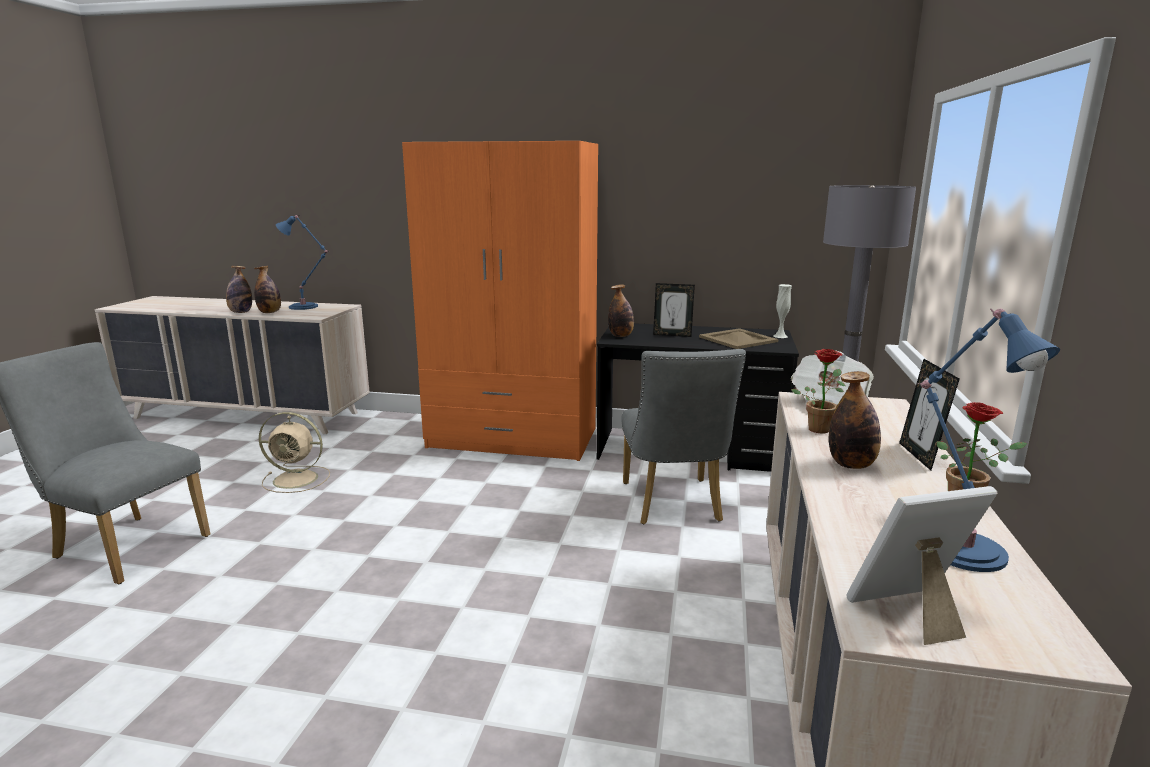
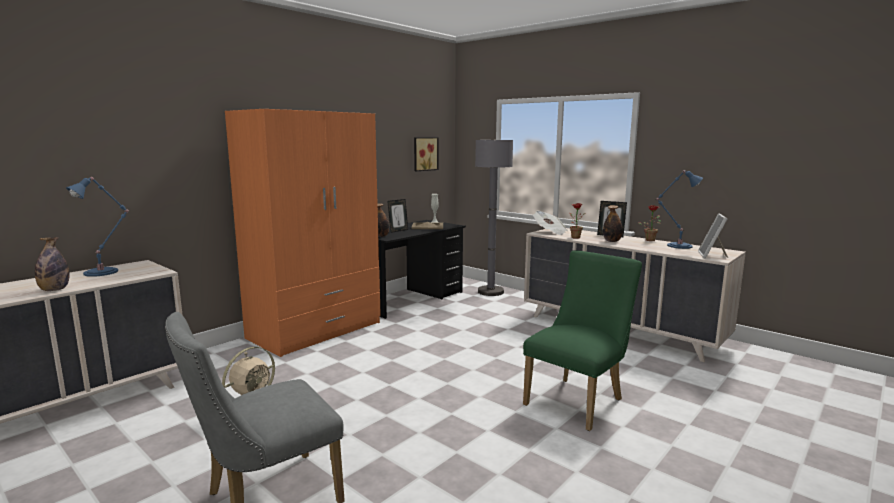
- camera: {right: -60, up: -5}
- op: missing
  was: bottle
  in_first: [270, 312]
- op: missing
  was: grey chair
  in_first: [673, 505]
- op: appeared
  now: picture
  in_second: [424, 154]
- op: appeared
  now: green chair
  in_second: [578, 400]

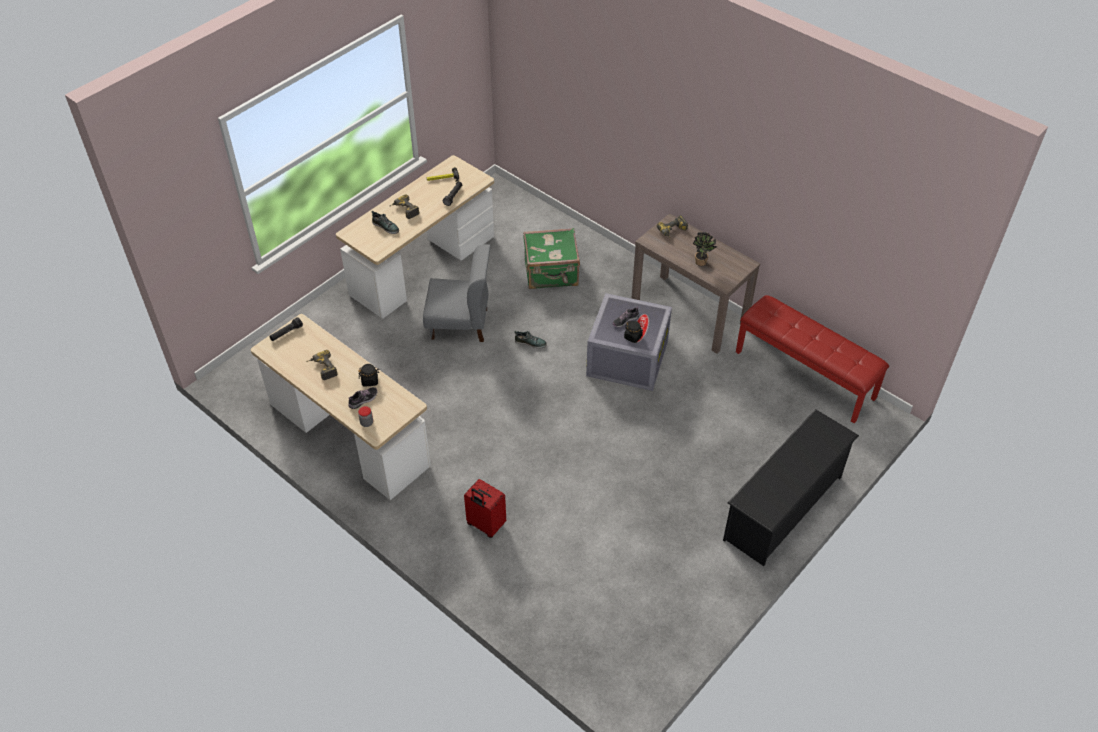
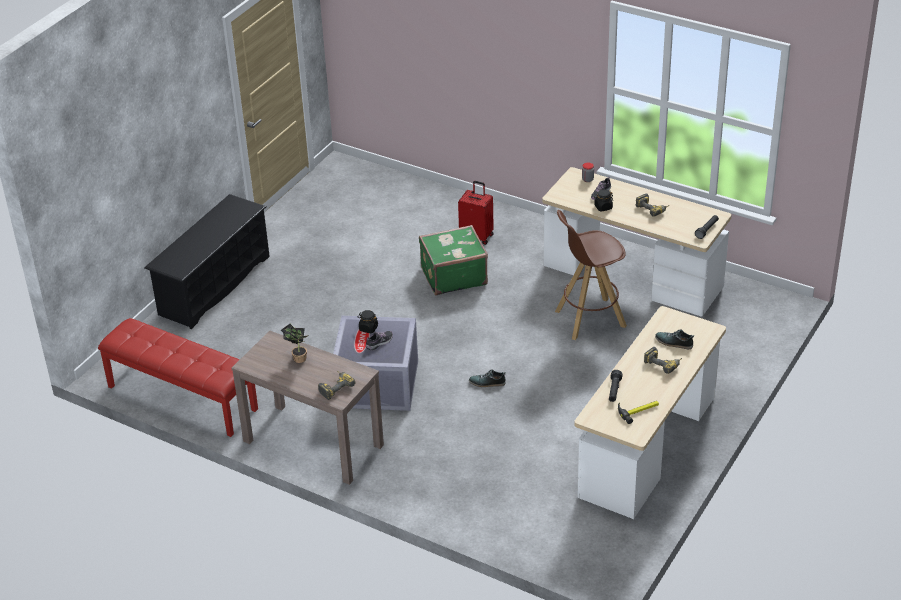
- camera: {right: 170, up: -10}
- op: missing
  was: grey chair
  in_first: [460, 324]
- op: relocated
  was: green suitcase
  in_first: [551, 273]
  in_second: [453, 276]
- op: appeared
  now: brown stool
  in_second: [589, 319]

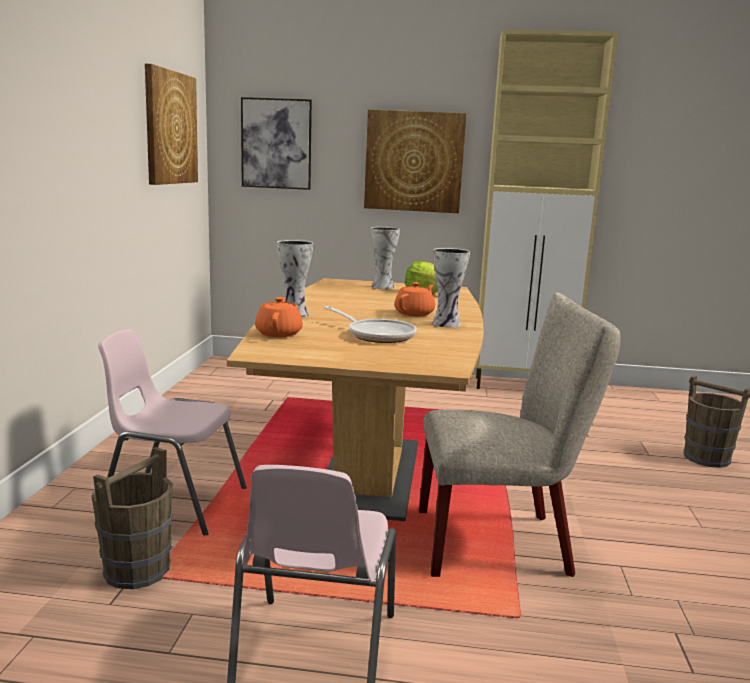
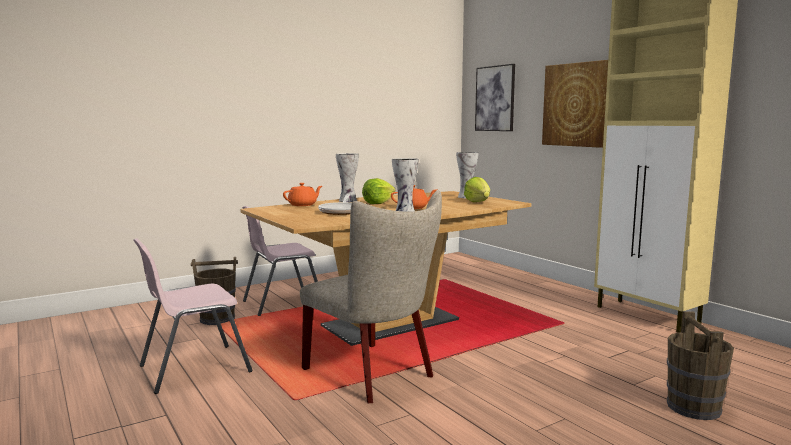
- camera: {right: 50, up: -5}
- op: spun
  was: pink chair
  in_first: [172, 503]
  in_second: [281, 303]
  clockwise: -90
- op: missing
  was: picture
  in_first: [170, 128]
- op: appeared
  now: lettuce
  in_second: [378, 203]

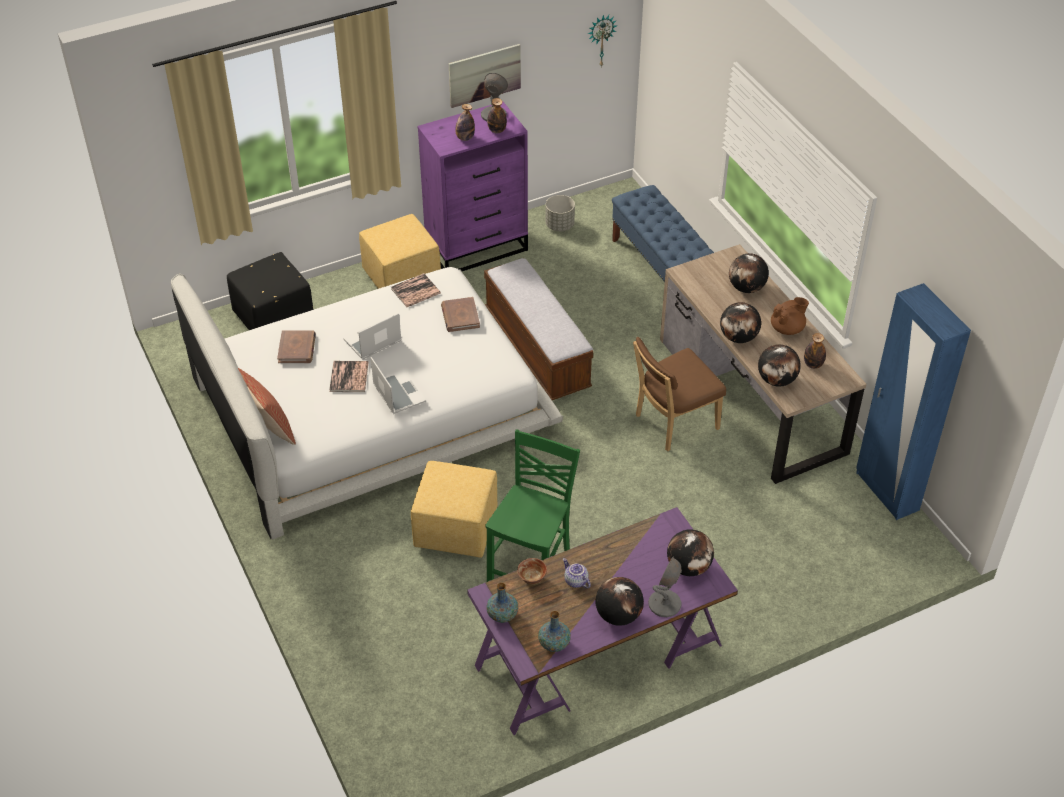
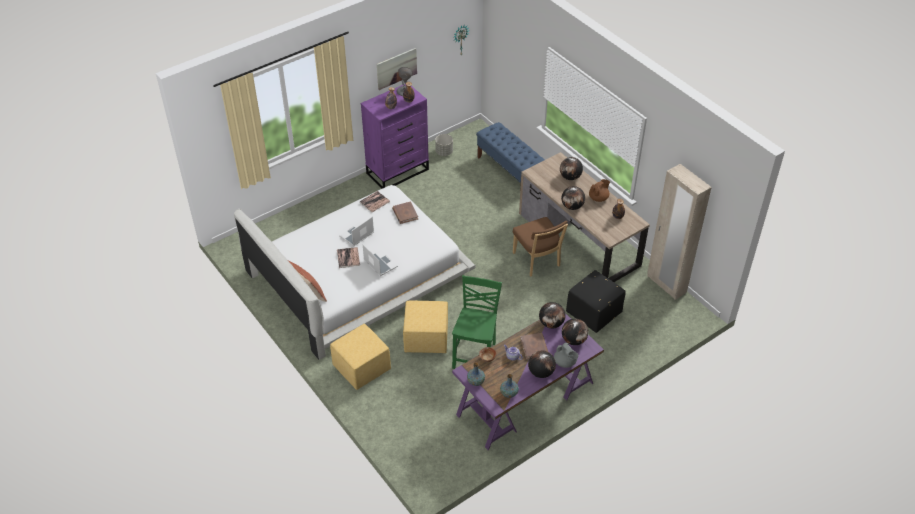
- camera: {right: -10, up: 0}
- op: relocated
  was: black ottoman
  in_first: [274, 318]
  in_second: [594, 313]
- op: relocated
  was: brown book
  in_first: [297, 349]
  in_second: [534, 347]
- op: relocated
  was: yellow ottoman
  in_first: [401, 277]
  in_second: [361, 368]
- op: missing
  was: bench
  in_first: [537, 349]
- op: spun
  was: brown chair
  in_first: [673, 423]
  in_second: [537, 261]
  clockwise: -75
- op: exchanged
  was: grey table lamp
  now: grey teapot
  in_first: [664, 604]
  in_second: [565, 362]
- op: relocated
  was: globe
  in_first: [777, 380]
  in_second: [551, 324]
- op: colour
  was: blue wardrobe
  now: beige wardrobe
  in_first: [886, 491]
  in_second: [666, 284]

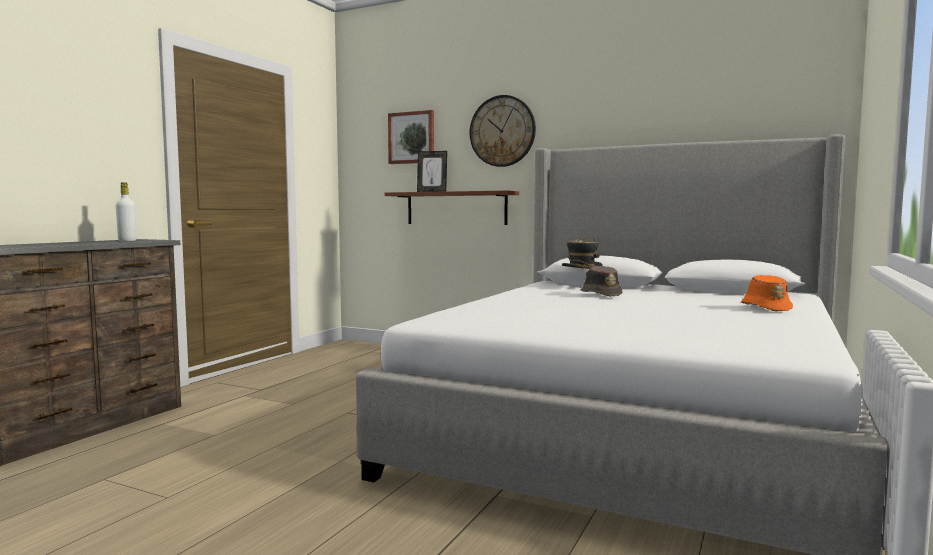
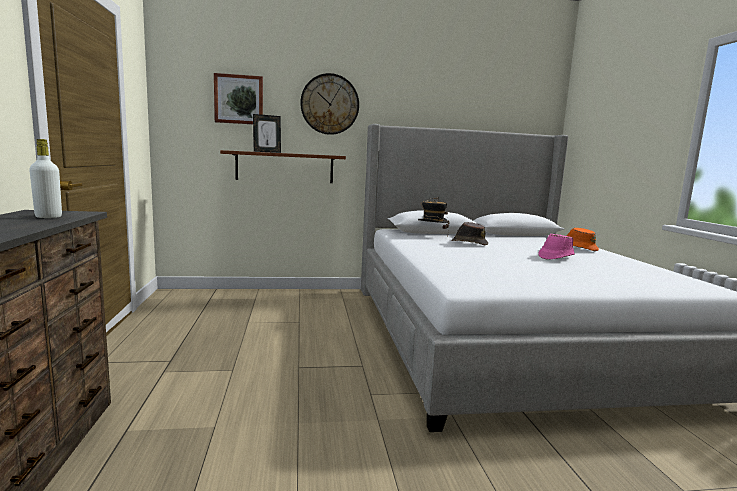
- camera: {right: -35, up: 5}
- op: appeared
  now: pink hat
  in_second: [555, 257]

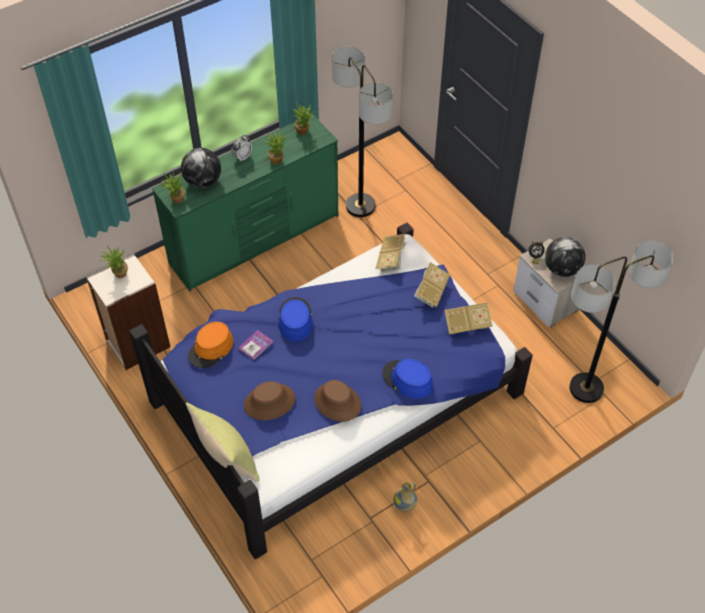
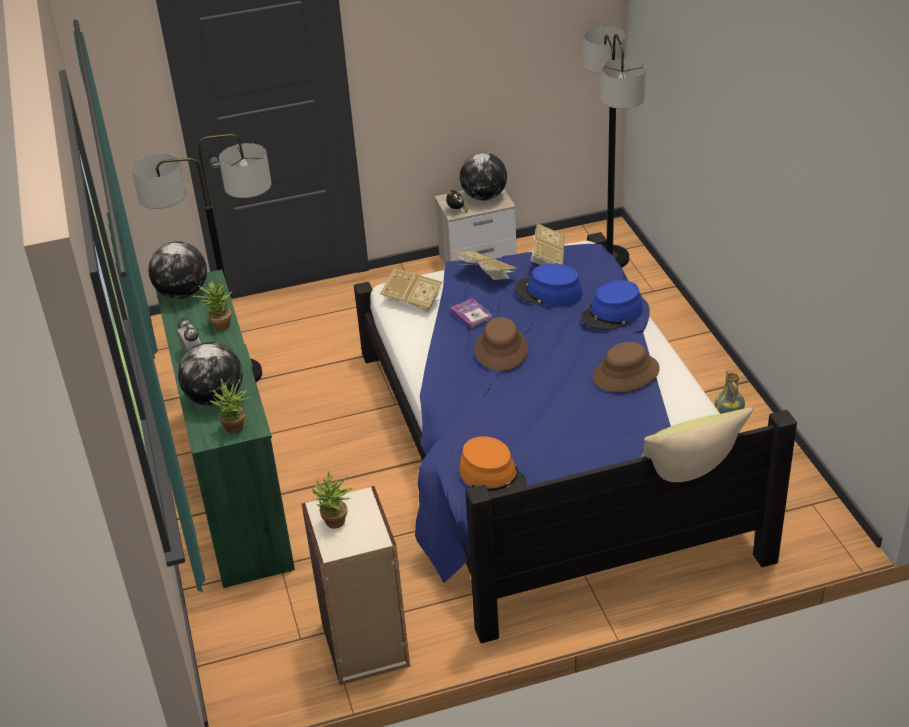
- camera: {right: -70, up: -15}
- op: relocated
  was: book
  in_first: [255, 345]
  in_second: [471, 314]
- op: relocated
  was: brown hat
  in_first: [269, 402]
  in_second: [501, 349]
- op: relocated
  was: blue hat
  in_first: [295, 320]
  in_second: [548, 292]
- op: exchanged
  was: potted plant
  now: globe
  in_first: [304, 131]
  in_second: [183, 293]

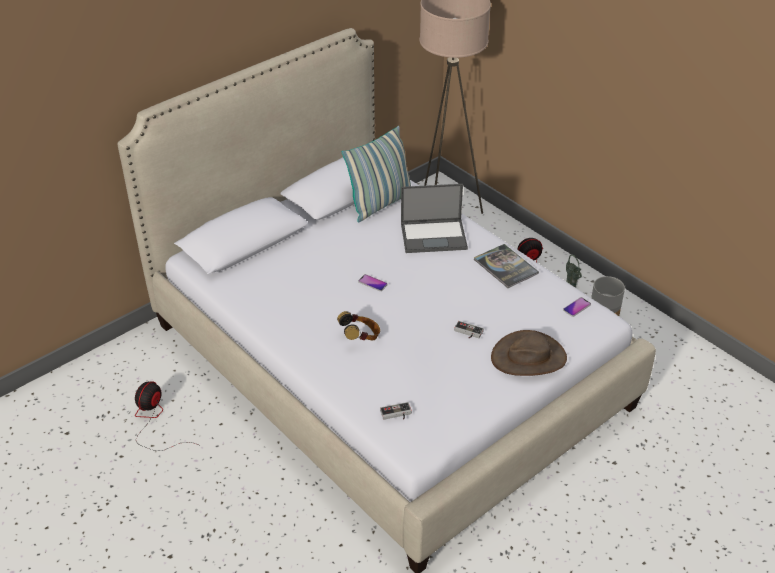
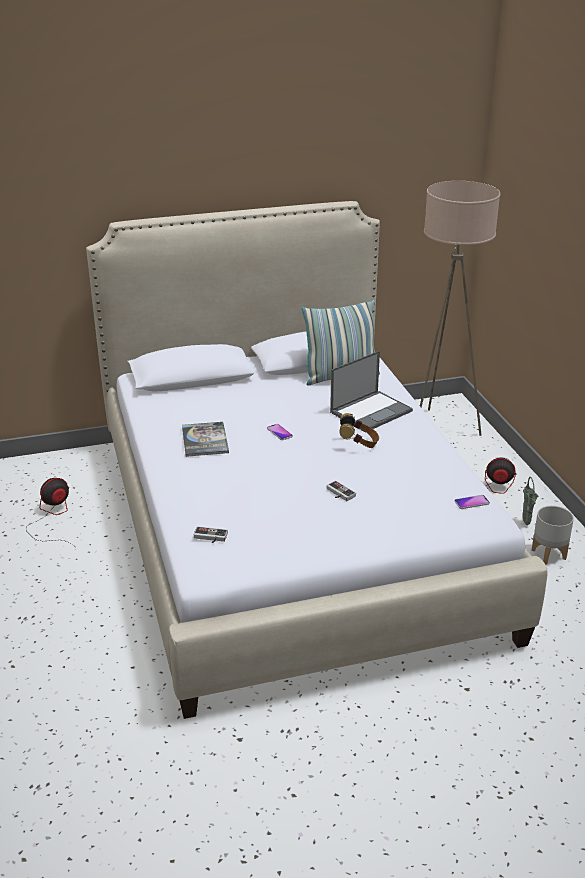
- camera: {right: 25, up: -10}
- op: relocated
  was: headphones
  in_first: [360, 337]
  in_second: [359, 444]
- op: spun
  was: laptop
  in_first: [434, 236]
  in_second: [371, 411]
  clockwise: -60
- op: relocated
  was: book
  in_first: [505, 267]
  in_second: [205, 440]
- op: missing
  was: brown hat
  in_first: [528, 357]

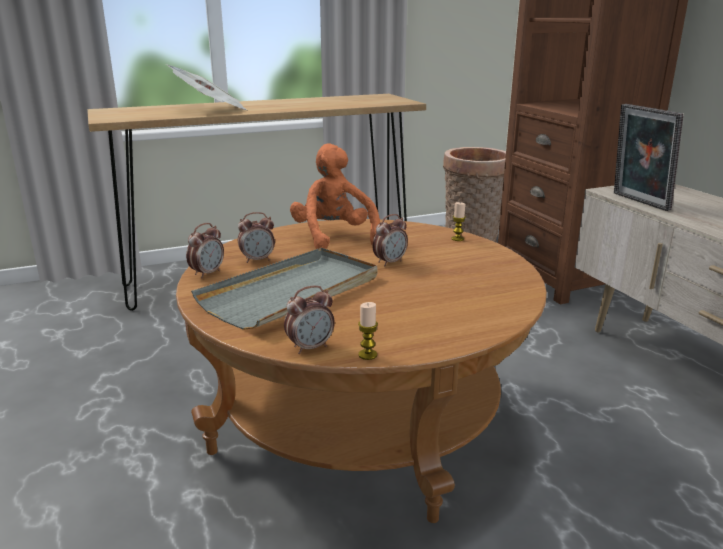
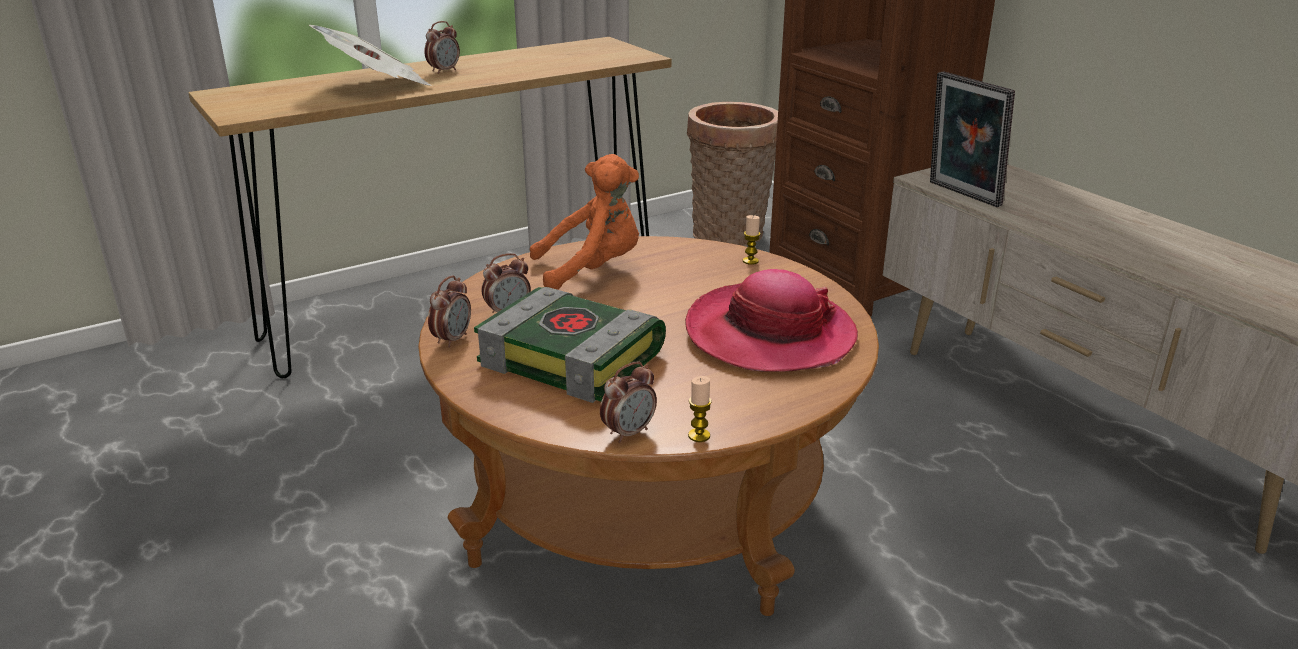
- camera: {right: -10, up: 5}
- op: exchanged
  was: grey tray
  now: book
  in_first: [292, 292]
  in_second: [575, 358]
- op: spun
  was: orange plush toy
  in_first: [334, 237]
  in_second: [592, 270]
  clockwise: 105
- op: relocated
  was: alarm clock
  in_first: [390, 262]
  in_second: [444, 71]
- op: appeared
  now: hat
  in_second: [769, 334]

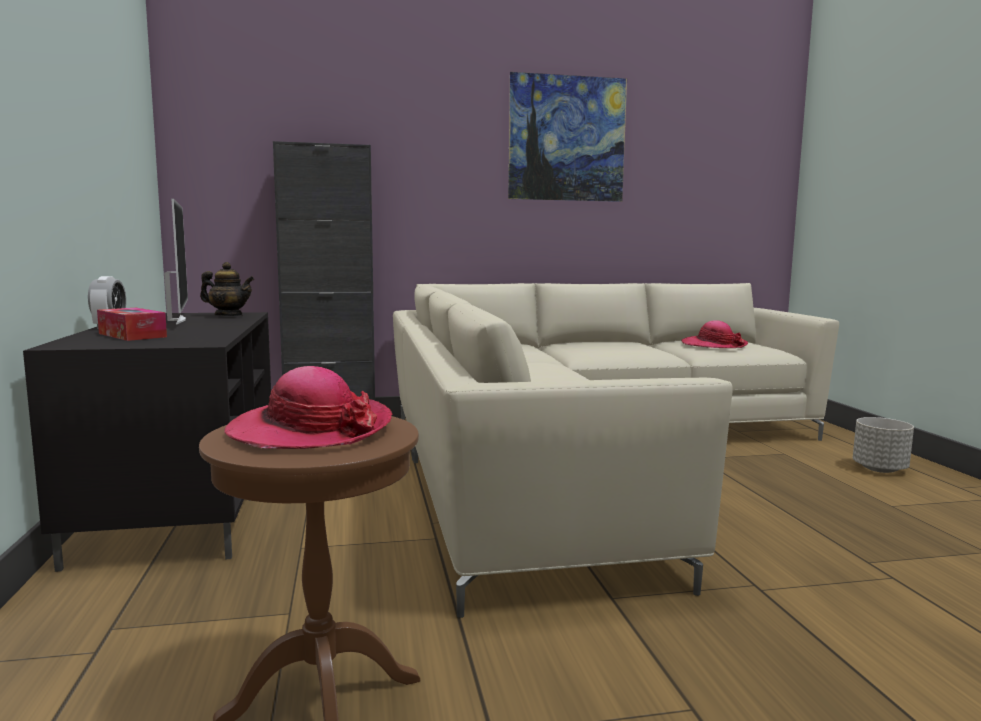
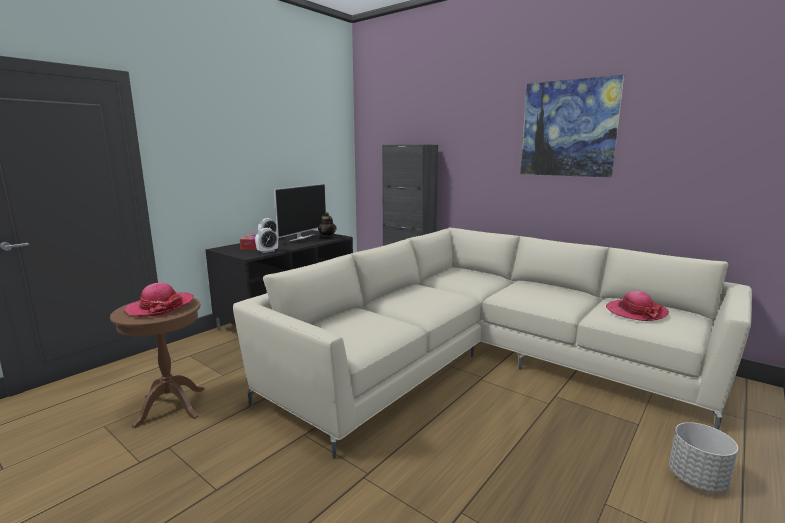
- camera: {right: 50, up: 5}
- op: appeared
  now: alarm clock
  in_second: [267, 251]

